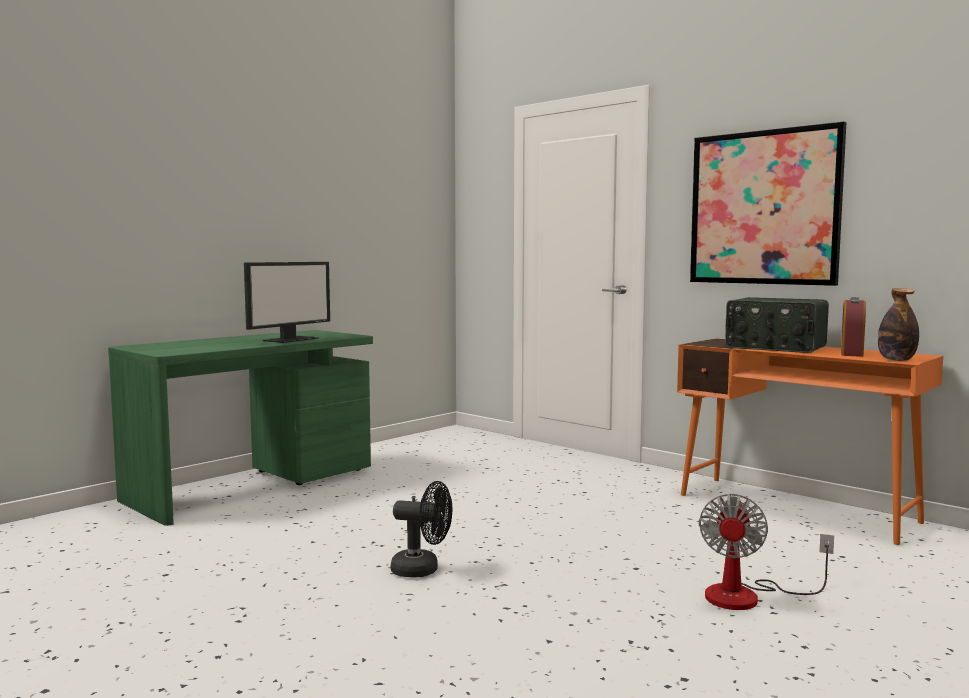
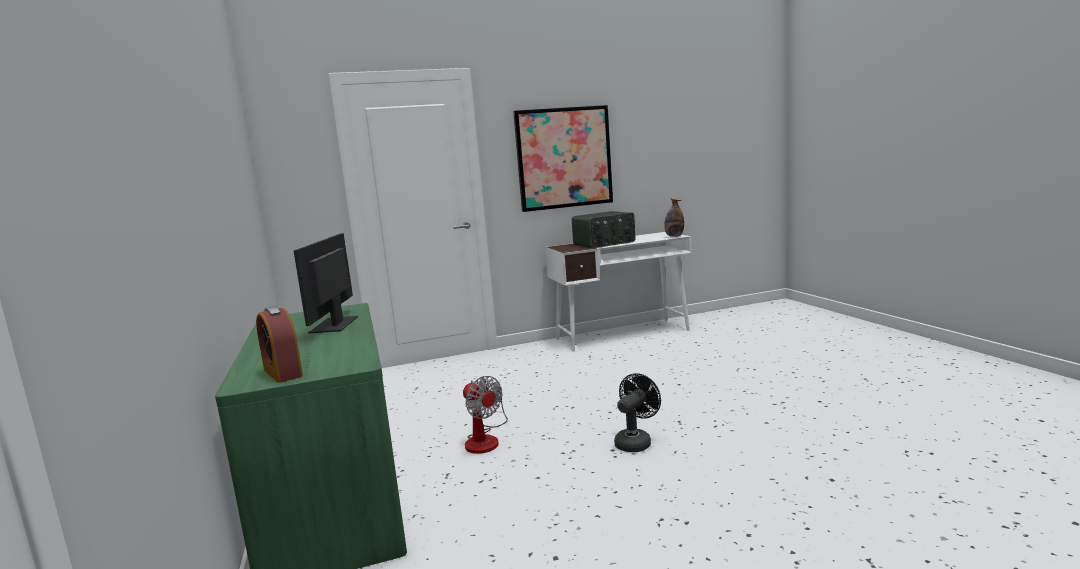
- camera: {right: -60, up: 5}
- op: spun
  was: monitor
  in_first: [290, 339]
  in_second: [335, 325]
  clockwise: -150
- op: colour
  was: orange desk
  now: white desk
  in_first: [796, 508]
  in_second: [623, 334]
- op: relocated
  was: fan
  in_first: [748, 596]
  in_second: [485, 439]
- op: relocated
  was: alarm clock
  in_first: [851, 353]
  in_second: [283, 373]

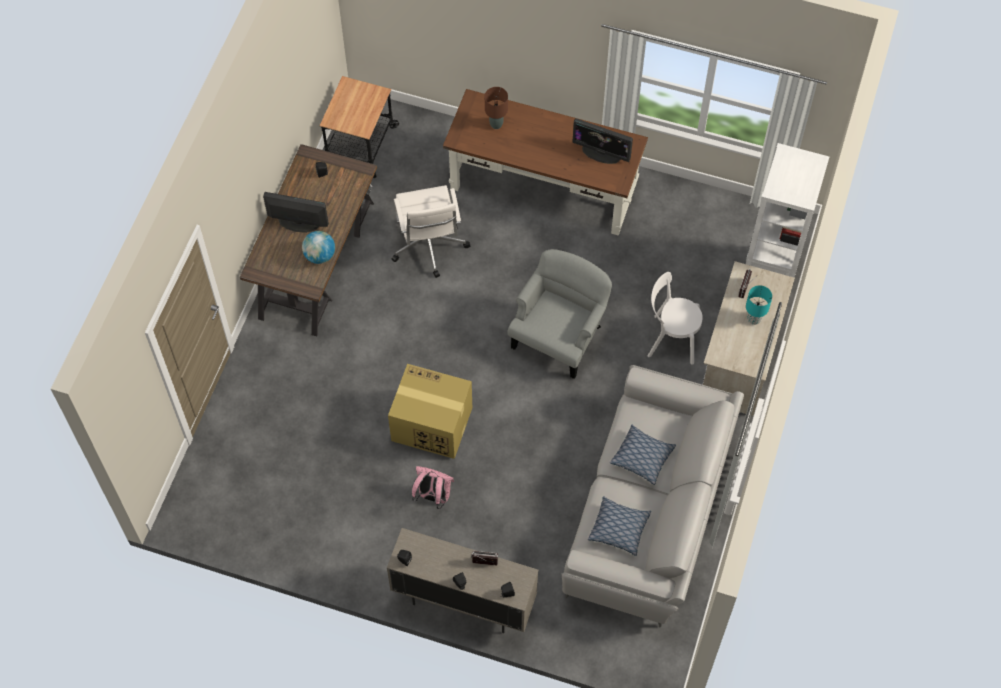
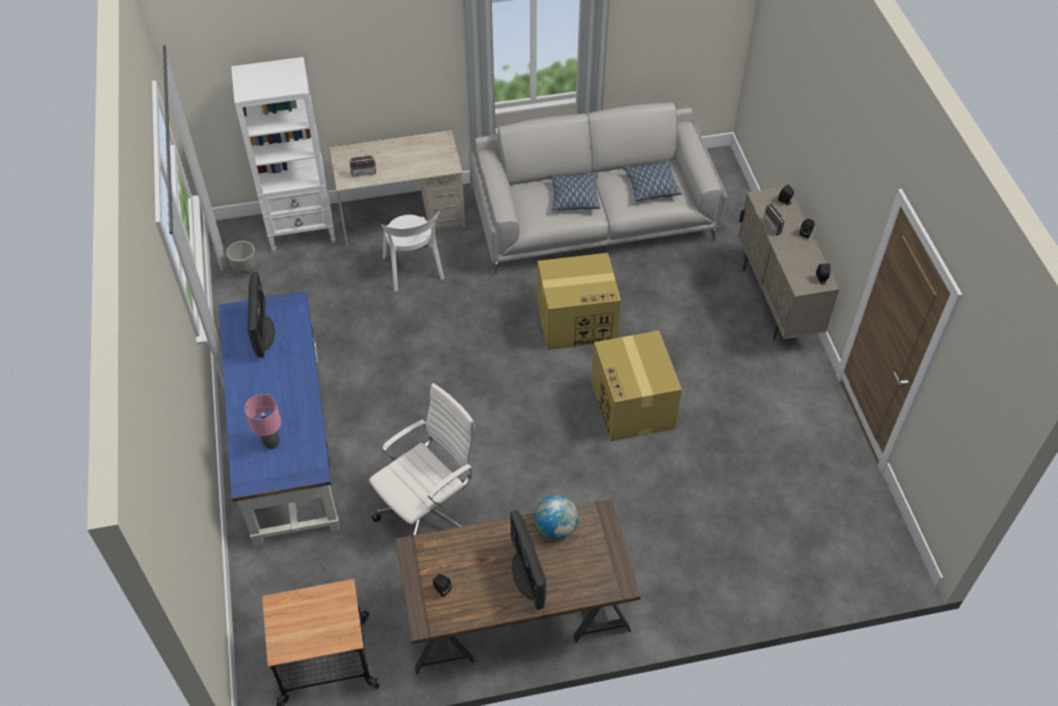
- camera: {right: -120, up: -10}
- op: missing
  was: pink backpack
  in_first: [433, 496]
- op: colour
  was: brown desk
  now: blue desk
  in_first: [544, 185]
  in_second: [287, 444]
- op: colour
  was: brown table lamp
  now: pink table lamp
  in_first: [496, 124]
  in_second: [271, 443]
- op: missing
  was: grey armchair
  in_first: [559, 336]
- op: missing
  was: turquoise table lamp
  in_first: [754, 318]
- op: appeared
  now: planter
  in_second: [245, 268]
- op: appeared
  now: cardboard box
  in_second: [577, 321]

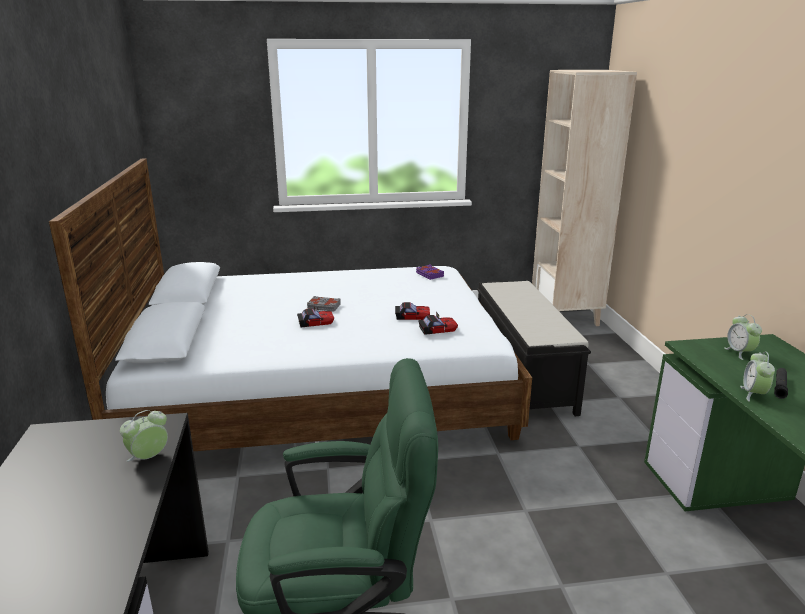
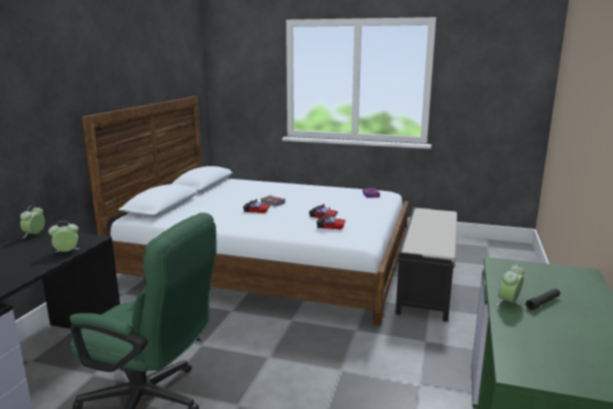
- camera: {right: 25, up: -5}
- op: missing
  was: beige bookcase
  in_first: [566, 316]
- op: relocated
  was: alarm clock
  in_first: [739, 353]
  in_second: [34, 235]

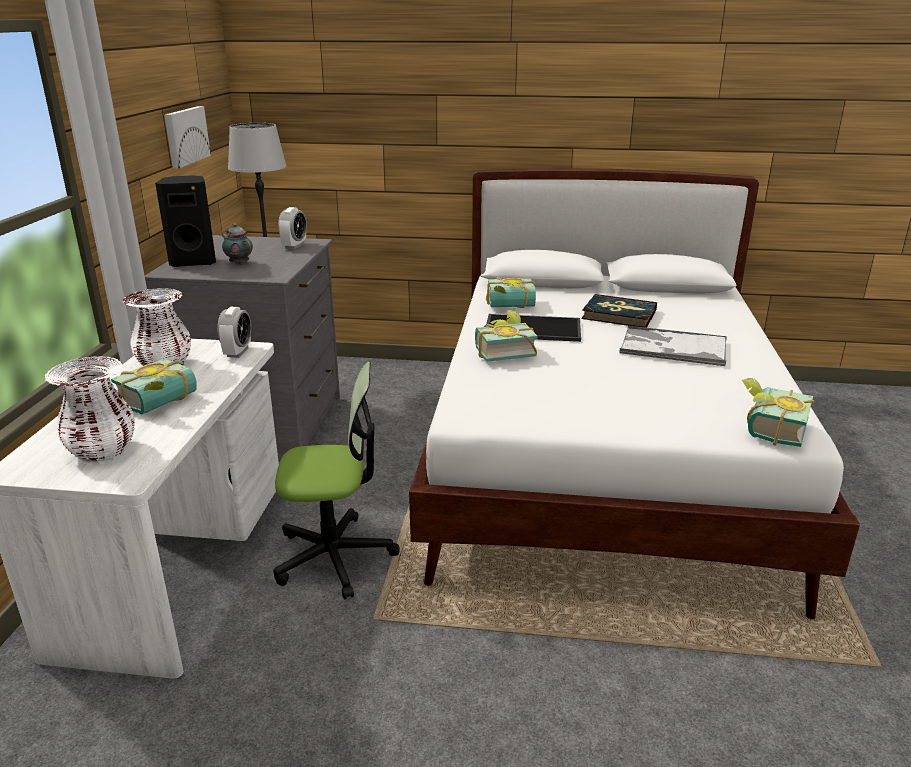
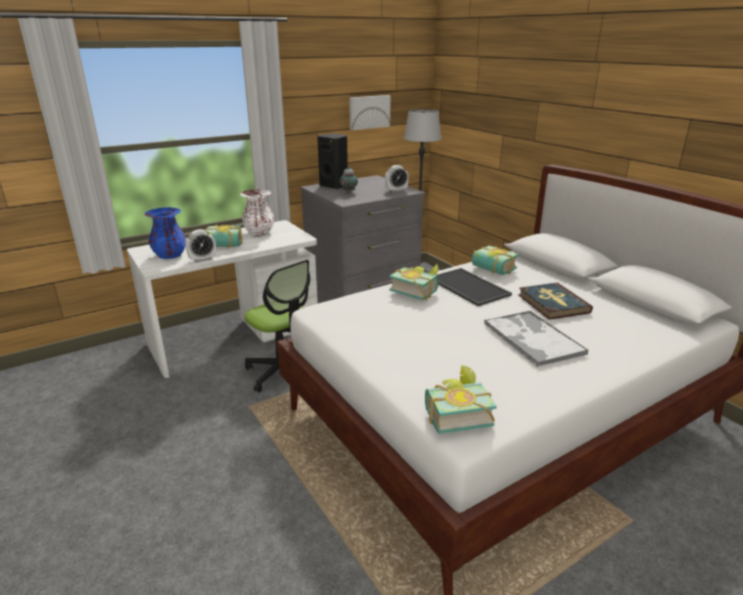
- camera: {right: 50, up: 0}
- op: colour
  was: white vase
  now: blue vase
  in_first: [103, 451]
  in_second: [170, 255]
- op: relocated
  was: alarm clock
  in_first: [237, 352]
  in_second: [202, 259]

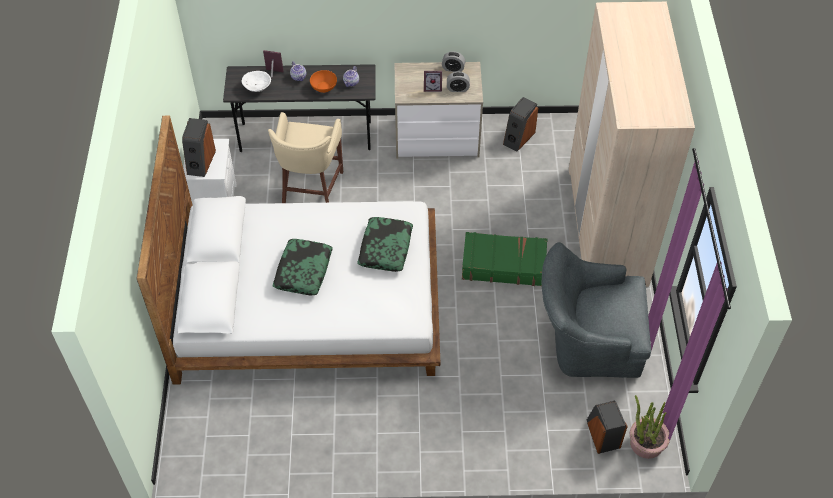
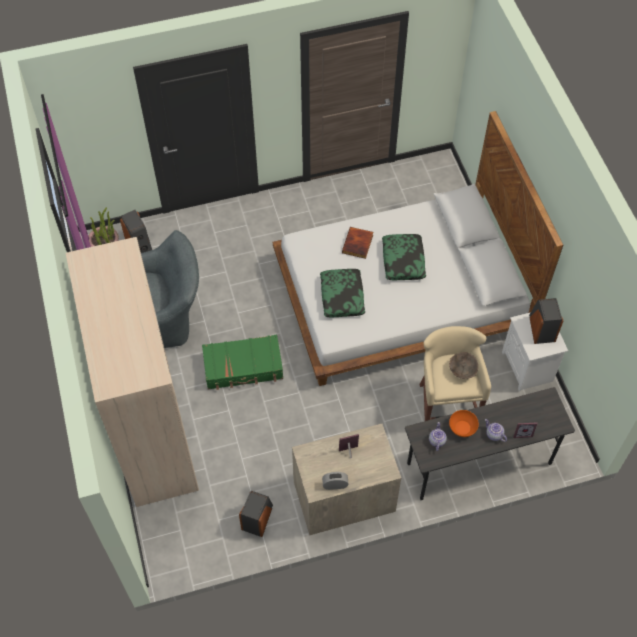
- camera: {right: 165, up: 5}
- op: missing
  was: white bowl
  in_first: [257, 88]
- op: missing
  was: alarm clock
  in_first: [457, 89]
- op: appeared
  now: book
  in_second: [358, 244]
- op: appeared
  now: brown bowl
  in_second: [462, 370]

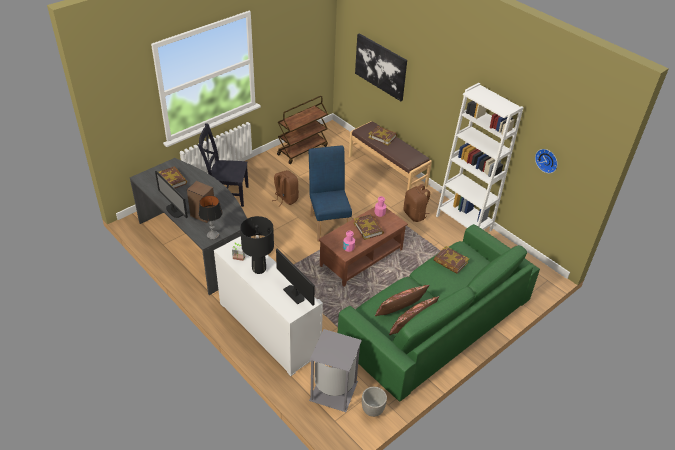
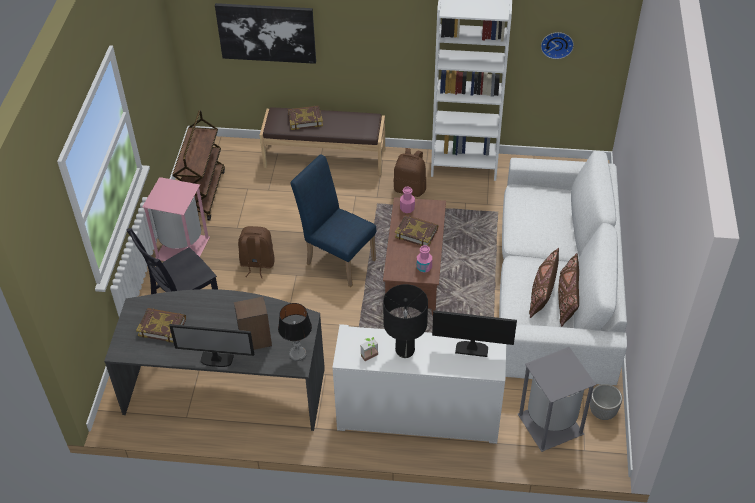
- camera: {right: -40, up: 5}
- op: colour
  was: green sofa
  now: white sofa
  in_first: [435, 322]
  in_second: [555, 286]
- op: missing
  was: book
  in_first: [450, 262]
- op: appeared
  now: pink trash can
  in_second: [182, 247]

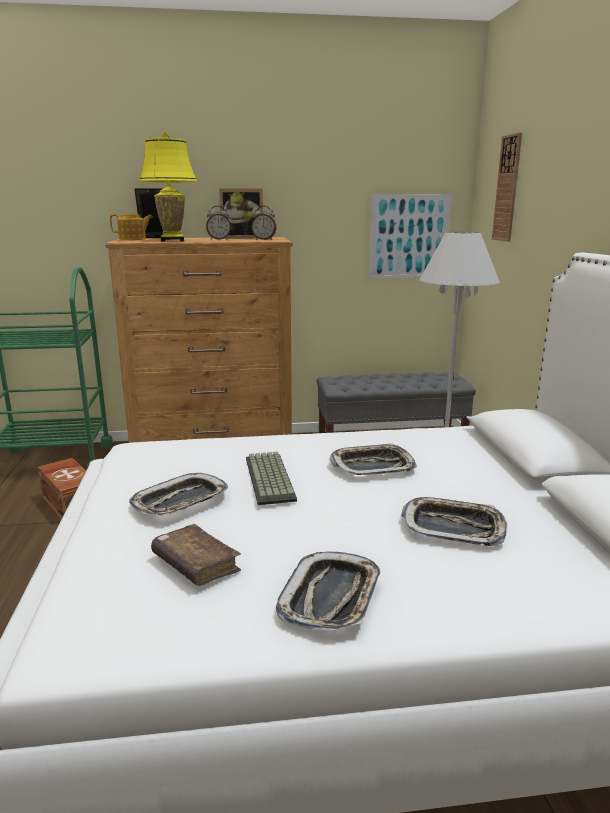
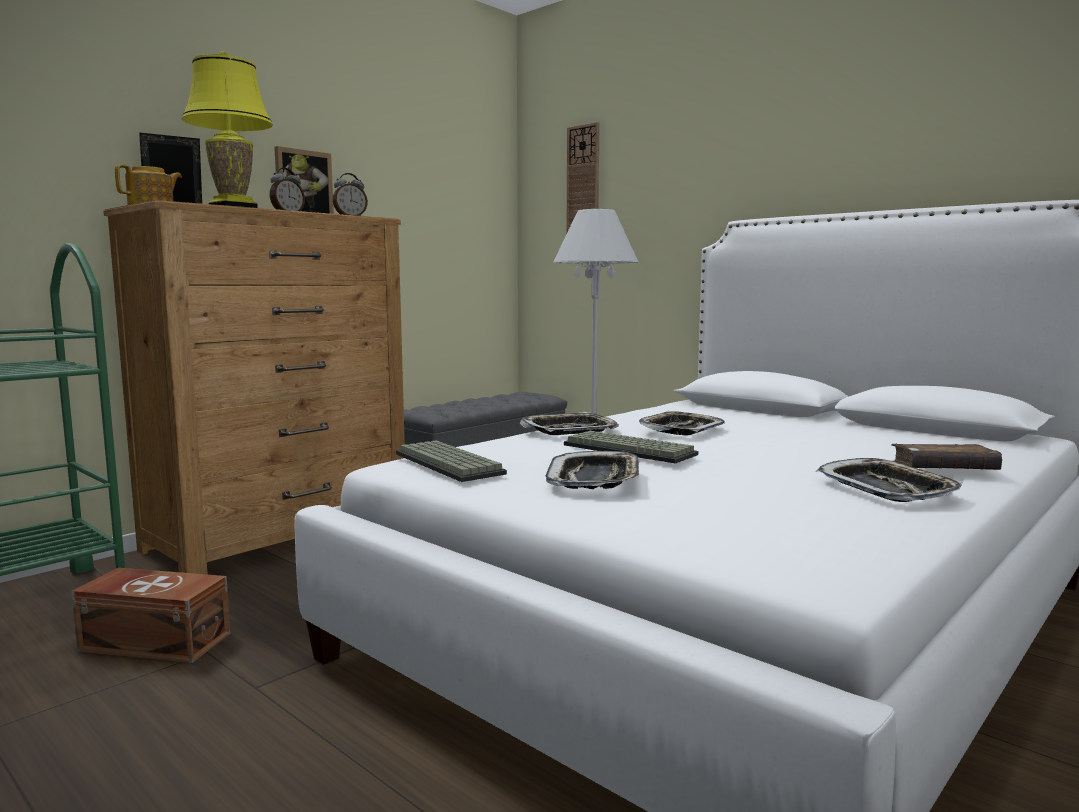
- camera: {right: -40, up: -10}
- op: relocated
  was: brown book
  in_first: [196, 565]
  in_second: [943, 470]
- op: missing
  was: picture
  in_first: [409, 237]
- op: relocated
  was: tray
  in_first: [453, 527]
  in_second: [569, 430]
- op: appeared
  now: keyboard
  in_second: [451, 463]

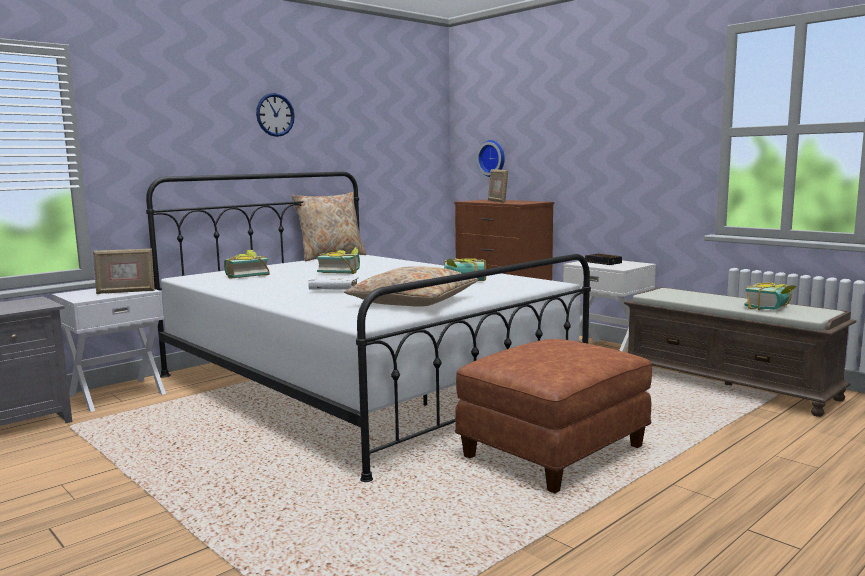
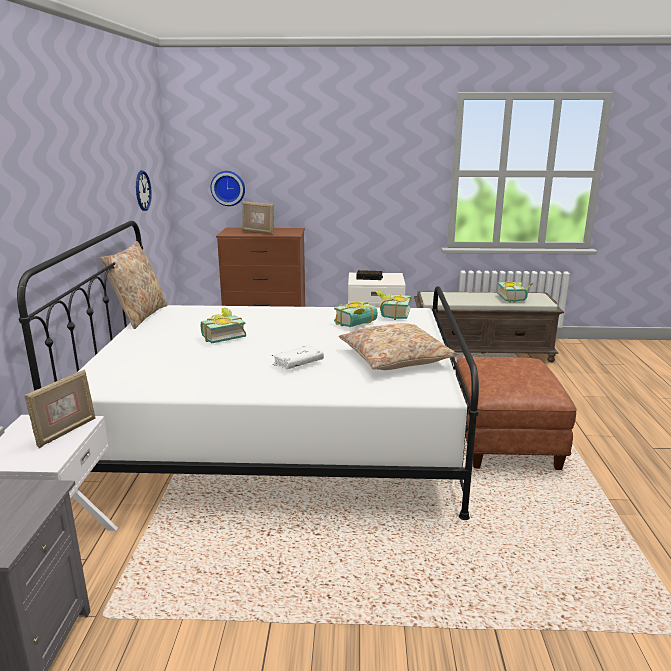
- camera: {right: -45, up: 10}
- op: relocated
  was: book
  in_first: [245, 275]
  in_second: [391, 314]
- op: relocated
  was: wall clock
  in_first: [275, 115]
  in_second: [143, 190]

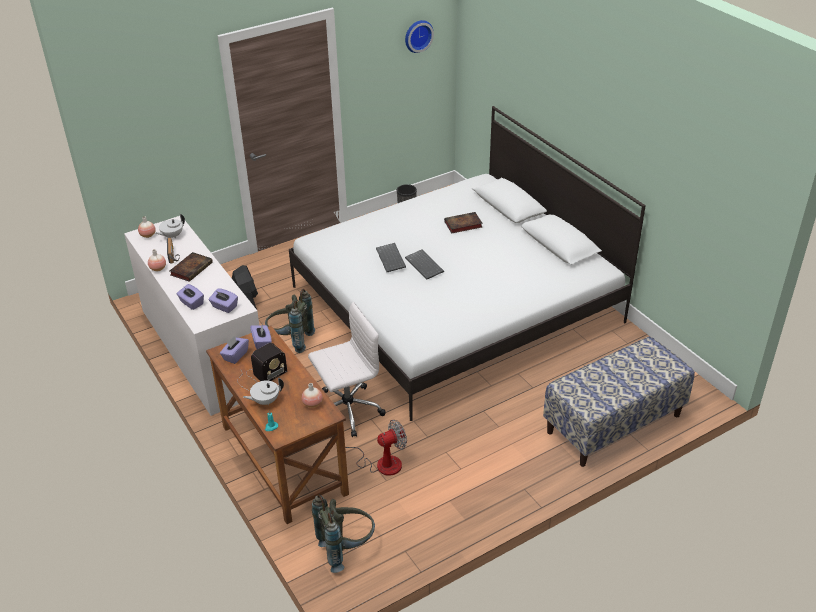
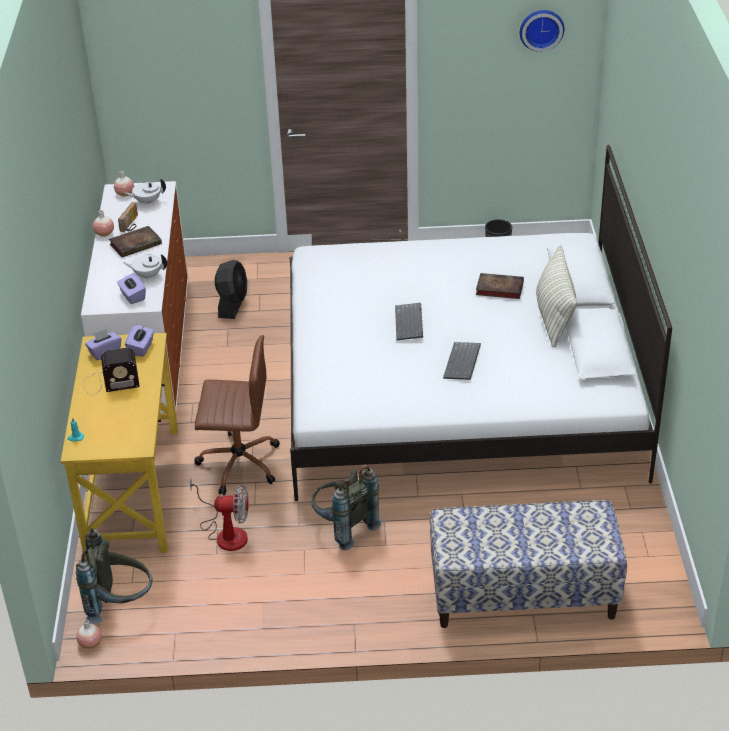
- camera: {right: 30, up: 0}
- op: missing
  was: purple tissue box
  in_first: [191, 303]
- op: colour
  was: brown desk
  now: yellow desk
  in_first: [283, 460]
  in_second: [132, 490]
- op: relocated
  was: white teapot
  in_first: [265, 401]
  in_second: [147, 275]
- op: relocated
  was: grey backpack
  in_first: [291, 340]
  in_second: [343, 527]
- op: relocated
  was: vase
  in_first: [312, 404]
  in_second: [90, 643]
- op: colour
  was: white office chair
  now: brown office chair
  in_first: [347, 410]
  in_second: [238, 463]
- op: relocated
  was: keyboard
  in_first: [391, 258]
  in_second: [463, 363]
- op: appeared
  now: pillow
  in_second: [554, 316]

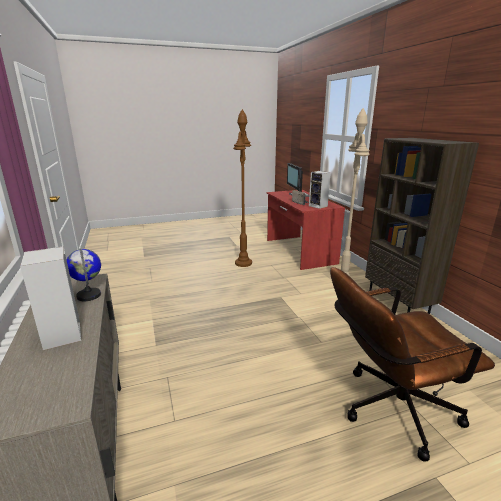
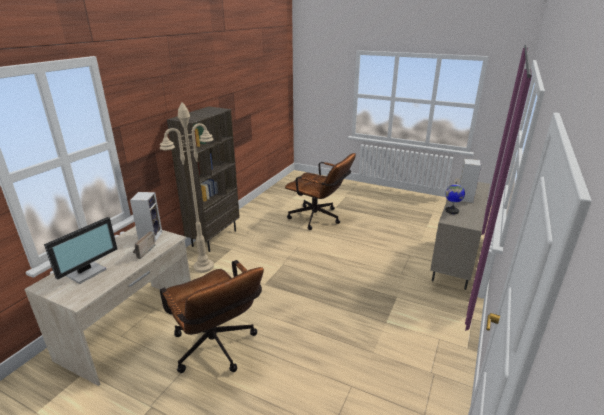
- camera: {right: -135, up: 5}
- op: exchanged
  was: brown floor lamp
  now: brown office chair
  in_first: [243, 263]
  in_second: [217, 350]
- op: colour
  was: red desk
  now: beige desk
  in_first: [299, 251]
  in_second: [130, 328]

